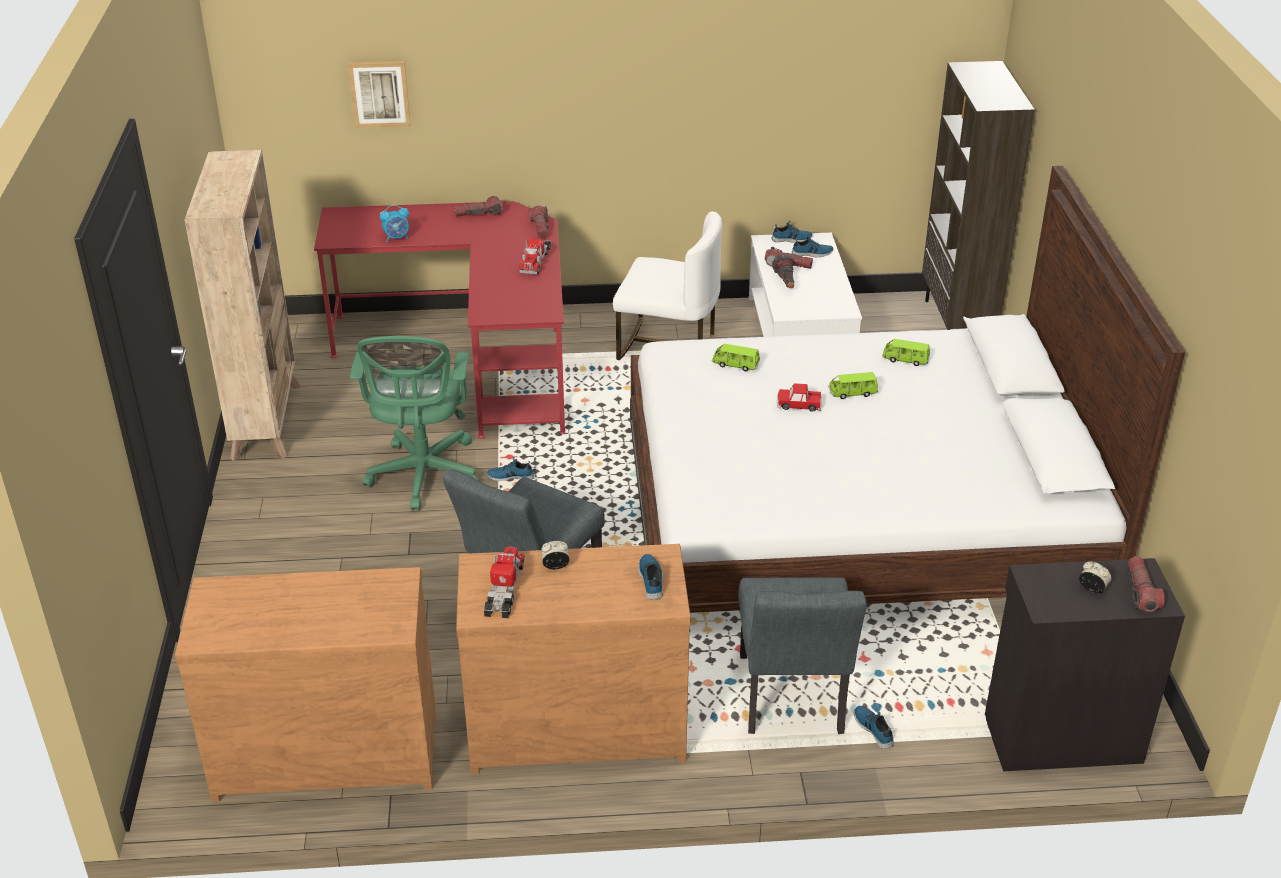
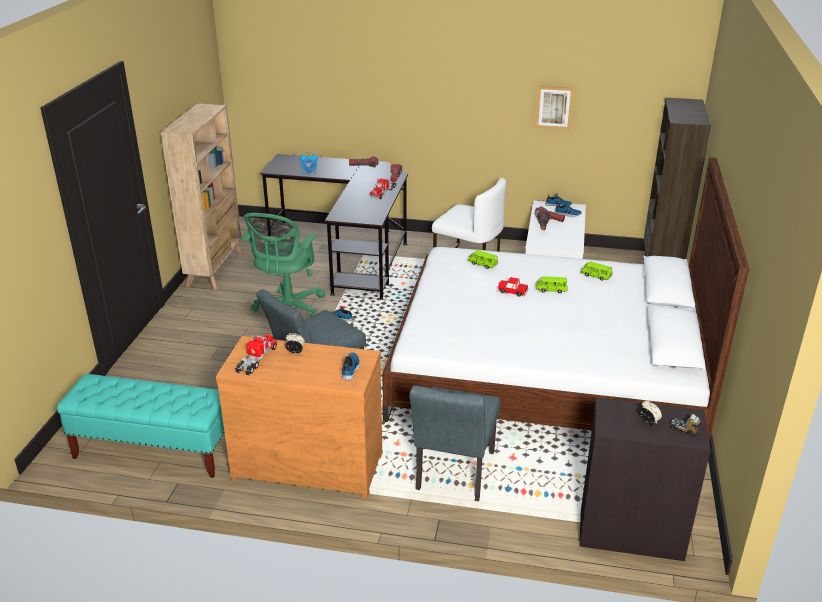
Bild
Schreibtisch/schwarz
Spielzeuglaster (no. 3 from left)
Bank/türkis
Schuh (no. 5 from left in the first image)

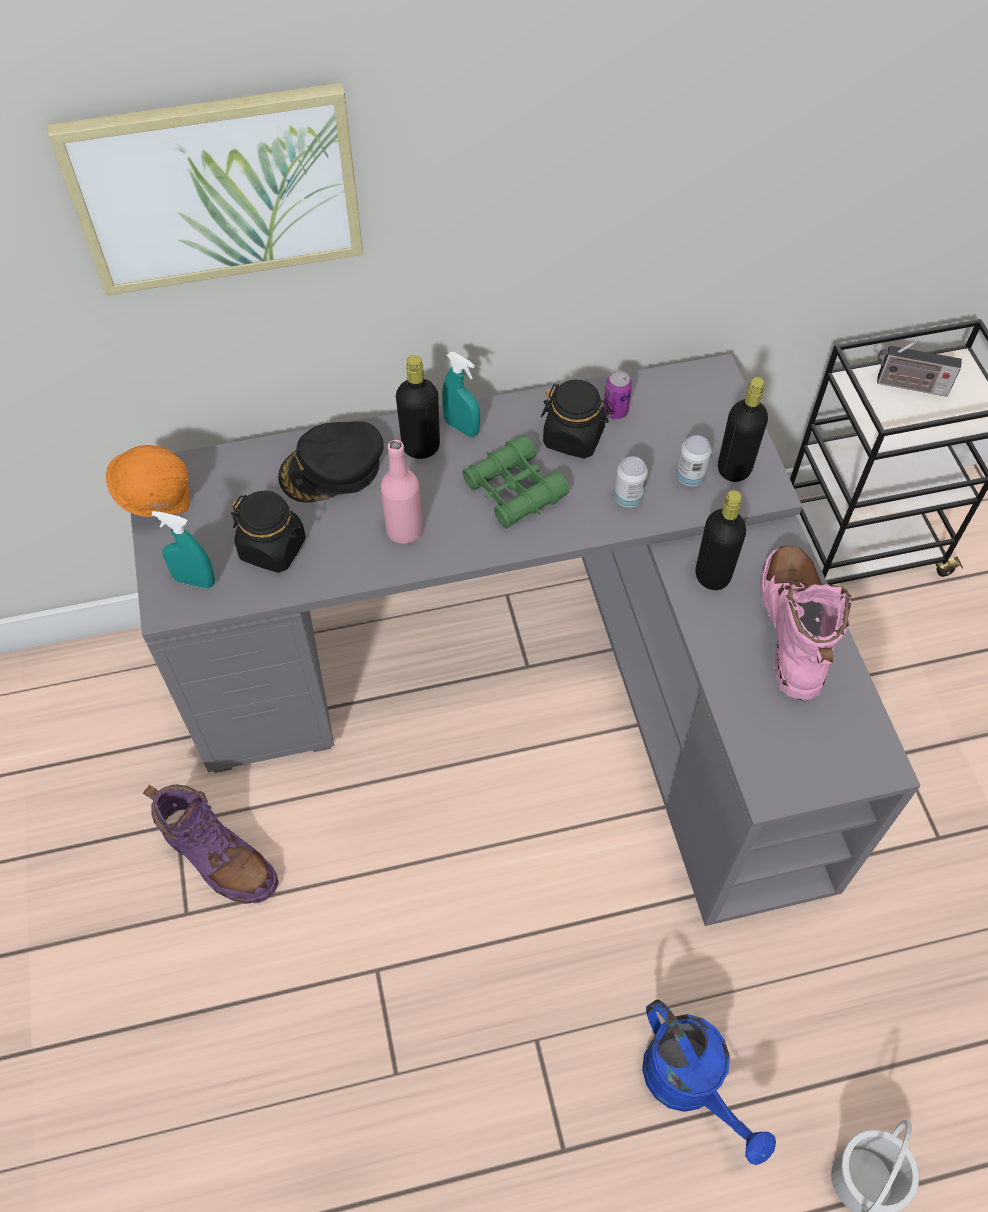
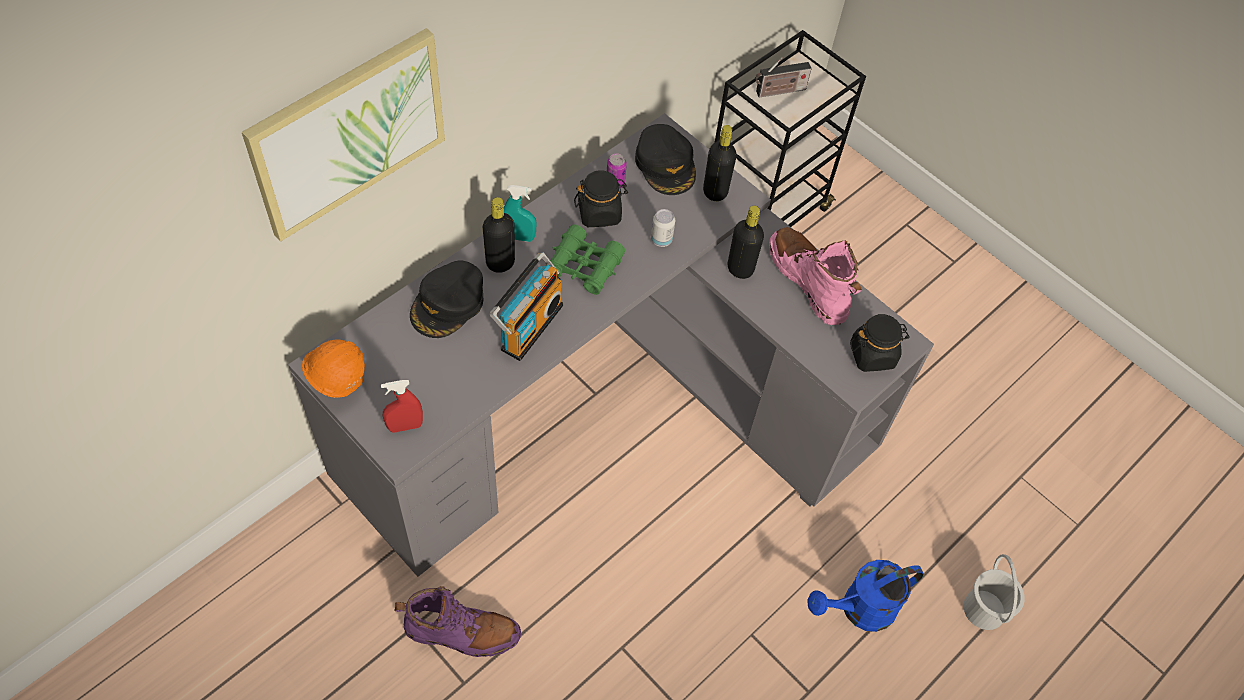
Dose (no. 3 from left in the first image)
Radio (no. 1 from left)
Vorratsglas/schwarz (no. 2 from left)
Sprühflasche/rot
Gießkanne/blau
Kappe/schwarz (no. 2 from left)

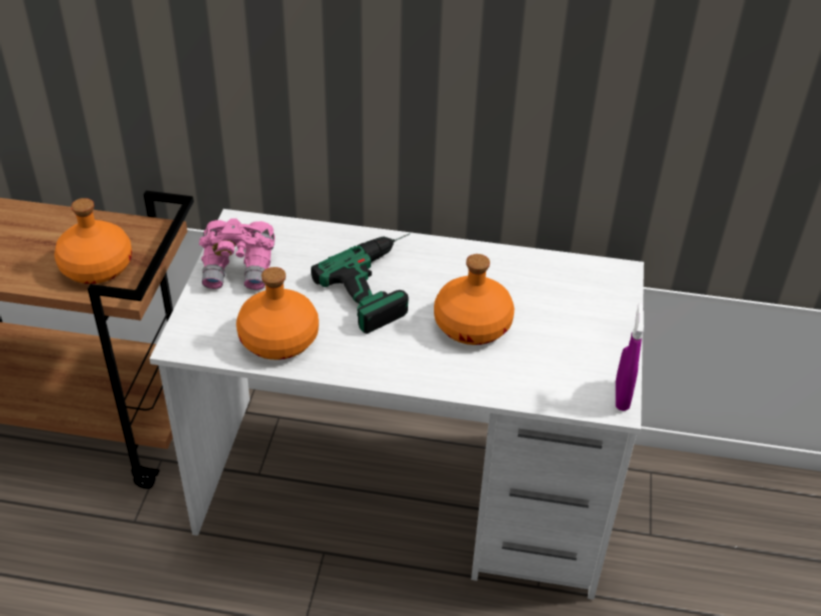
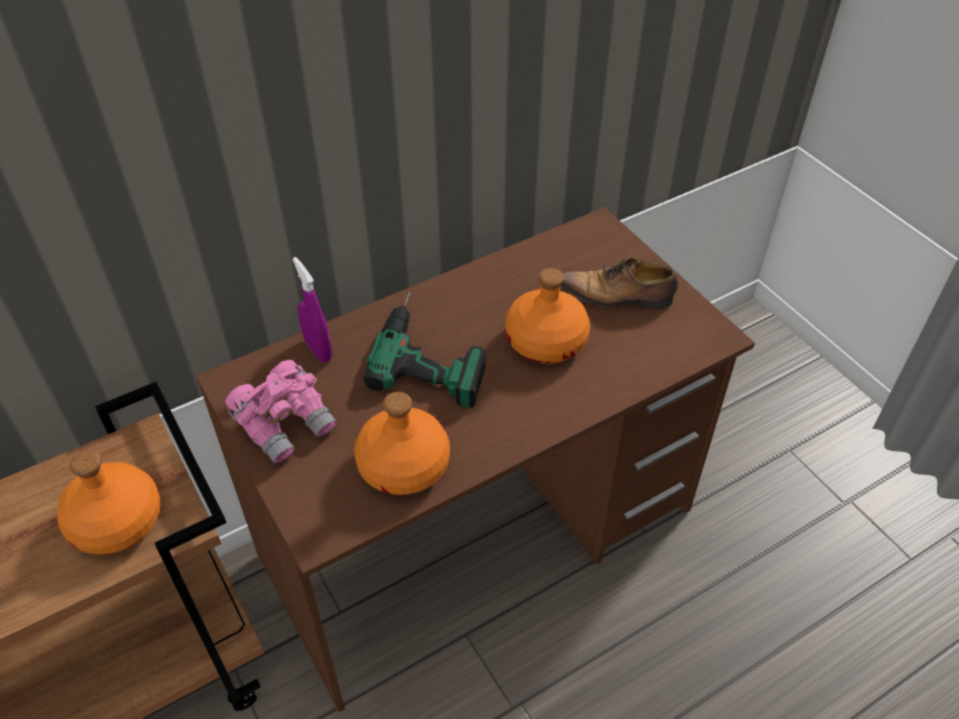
Schreibtisch/braun
Sprühflasche/lila
Schuh

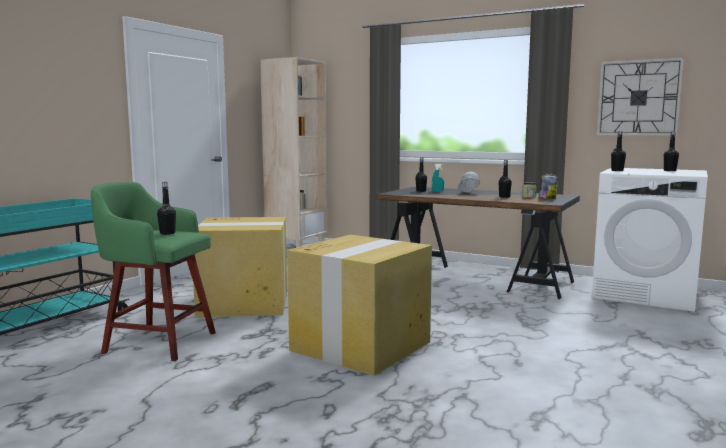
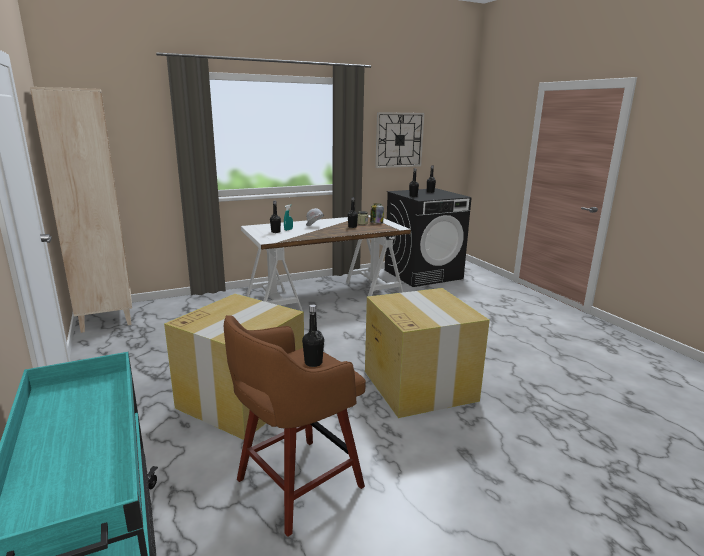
Waschmaschine/schwarz
Hocker/braun
Schreibtisch/weiß

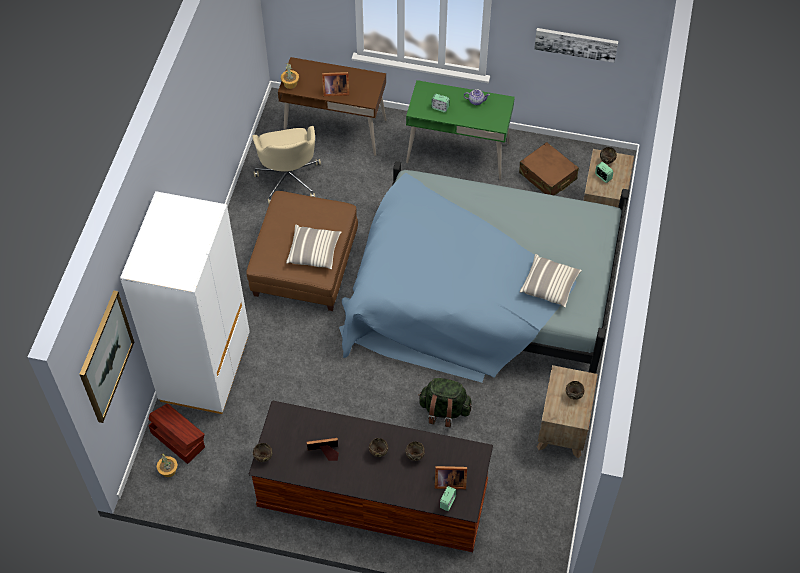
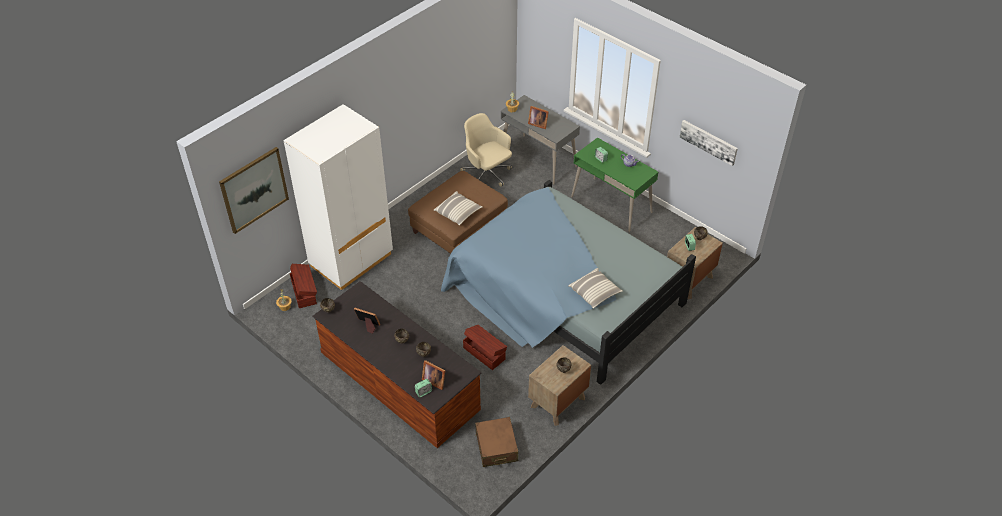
Schreibtisch/grau
Bürostuhl/beige
Koffer/braun
Aufbewahrungsbox/braun (no. 2 from left)

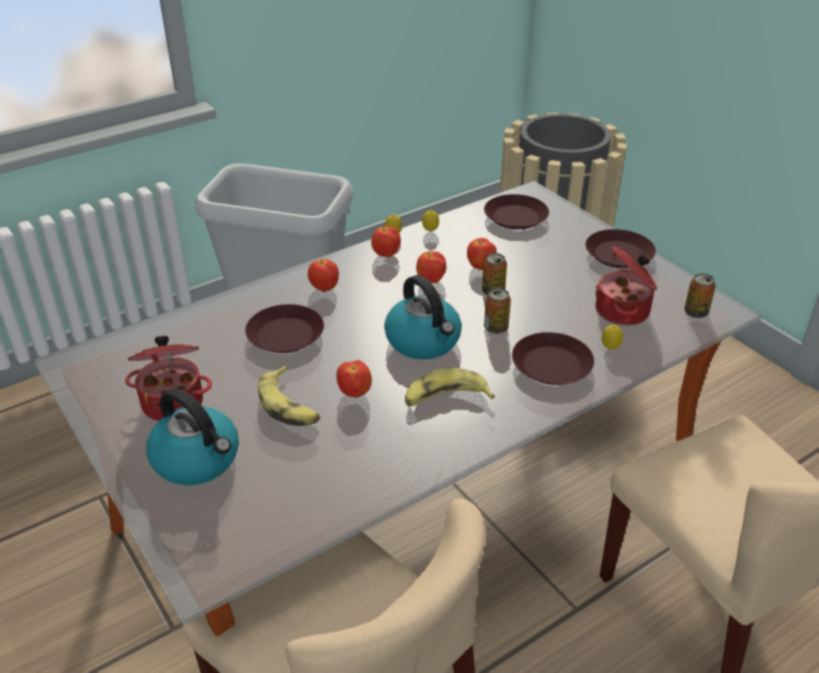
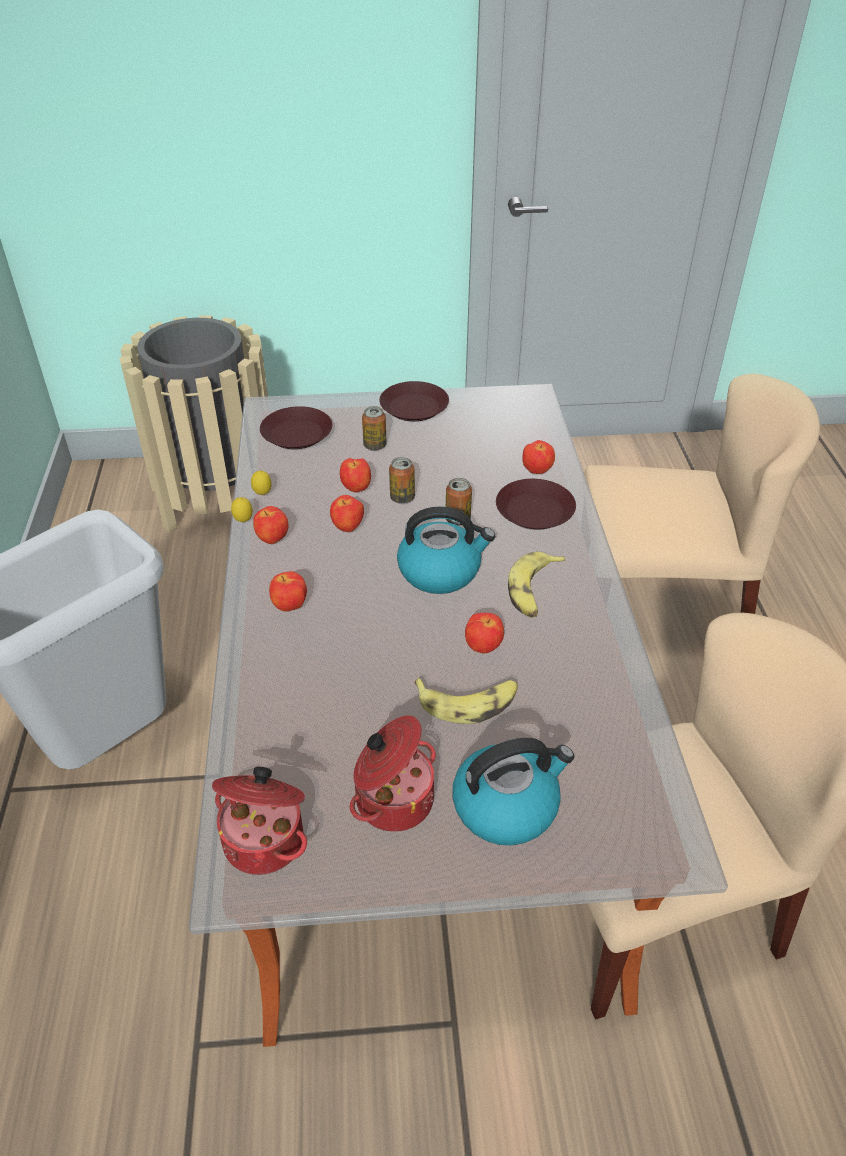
Kochtopf (no. 1 from left)
Dose (no. 1 from left)
Teller/braun (no. 1 from left in the first image)
Apfel (no. 6 from left)

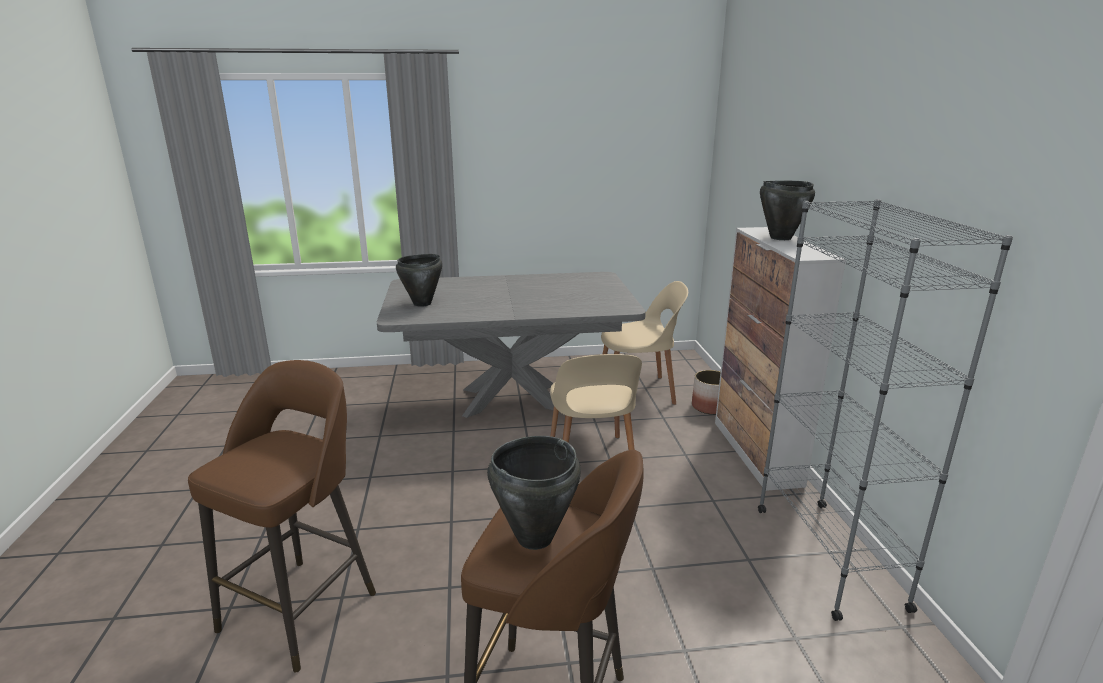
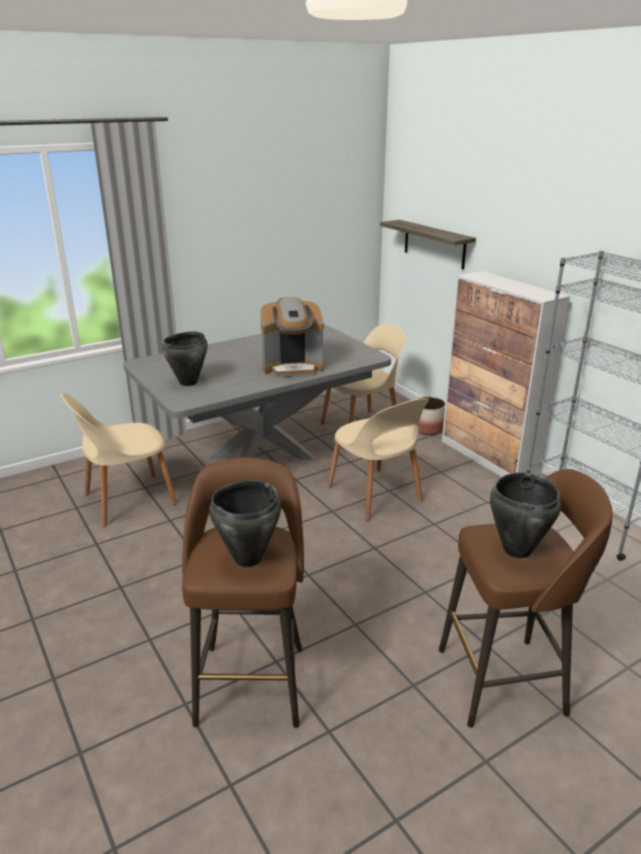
Kochtopf/schwarz (no. 2 from left)
Wandregal
Kaffeemaschine
Stuhl/beige (no. 1 from left)

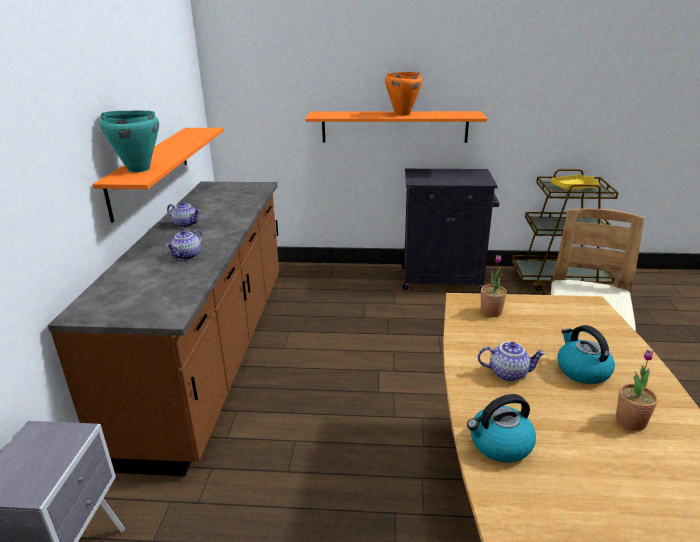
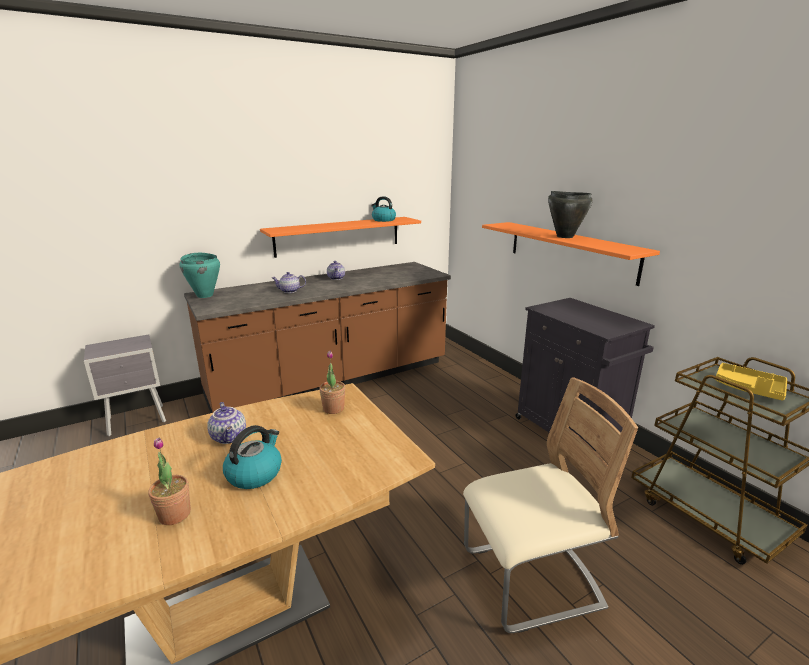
Kochtopf/schwarz
Kochtopf/türkis
Wasserkessel (no. 2 from left)

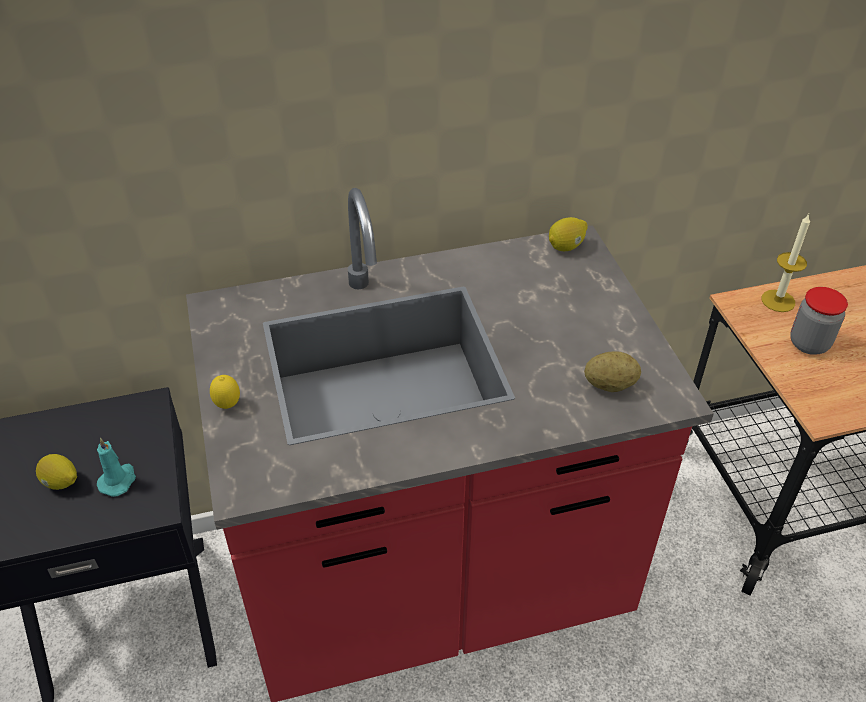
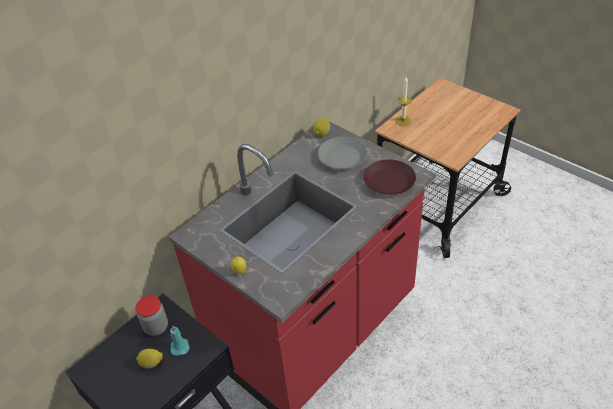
Vorratsglas
Teller/braun
Teller/grau

